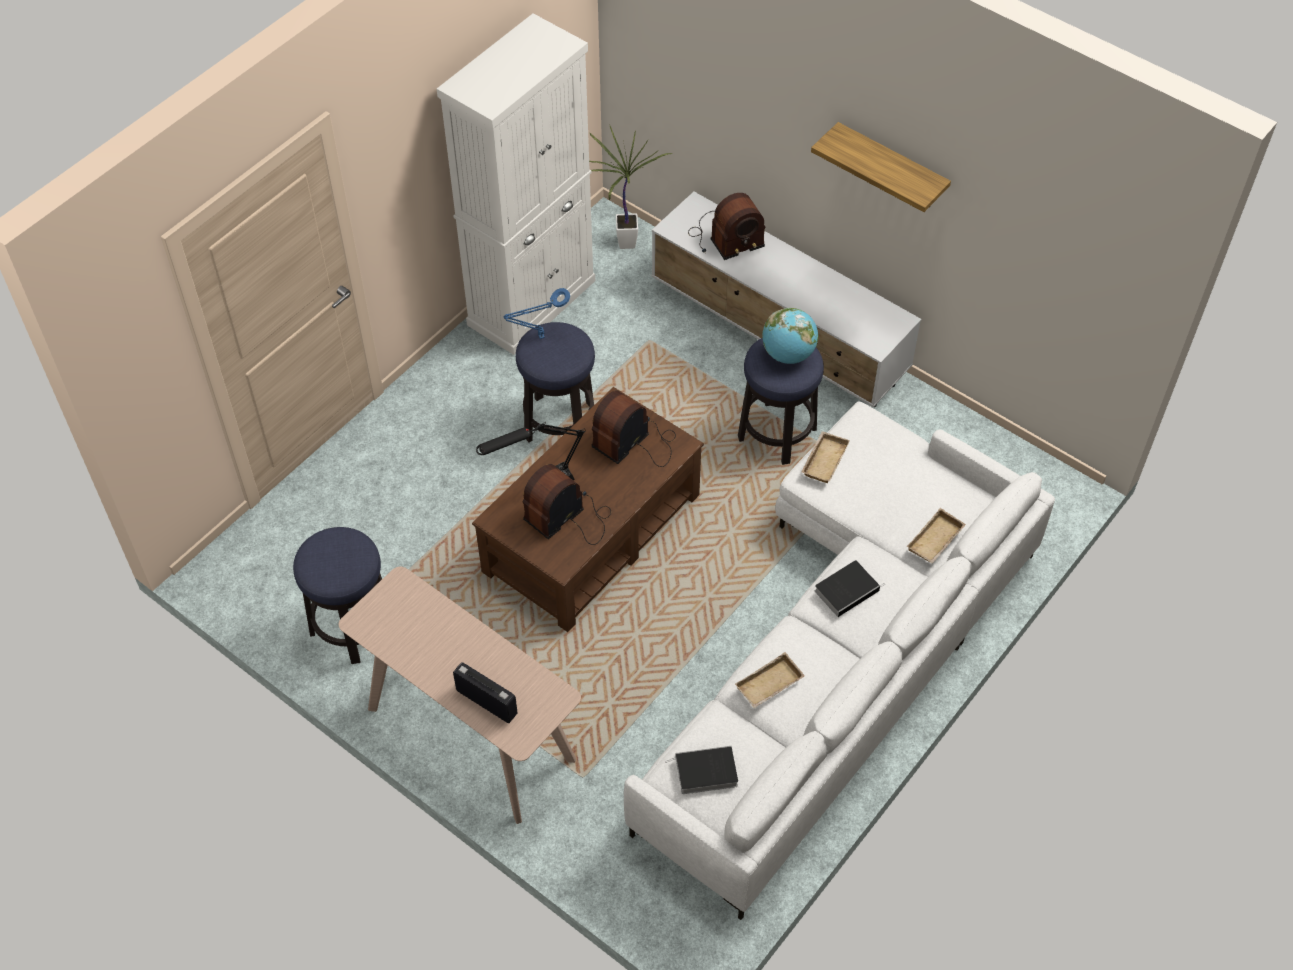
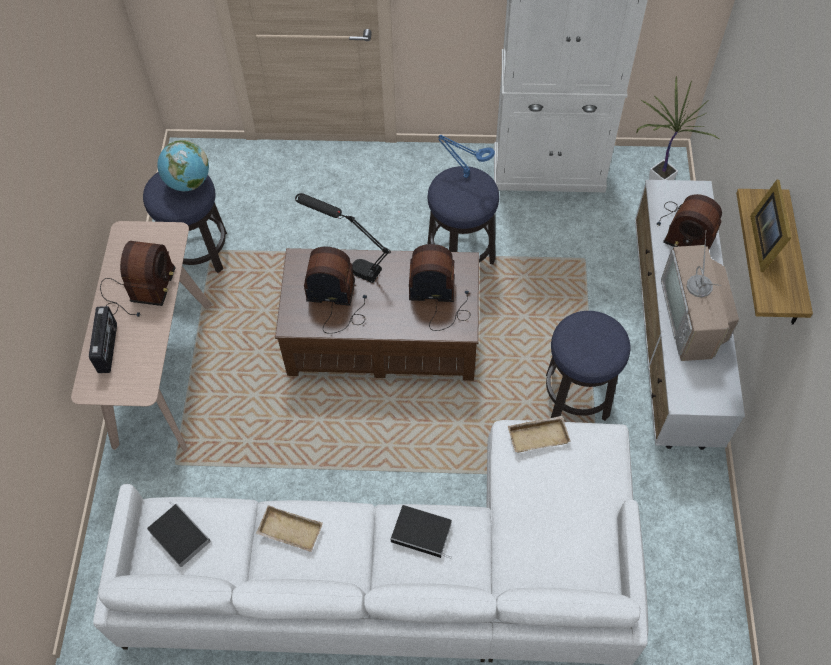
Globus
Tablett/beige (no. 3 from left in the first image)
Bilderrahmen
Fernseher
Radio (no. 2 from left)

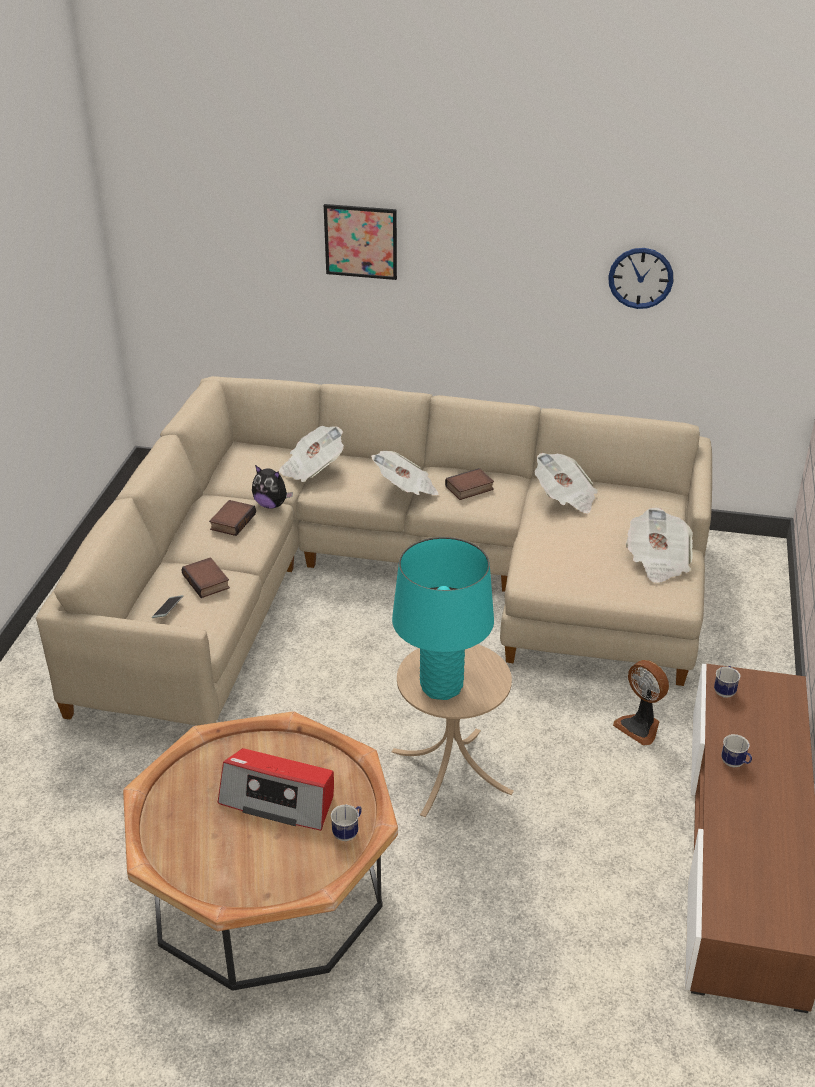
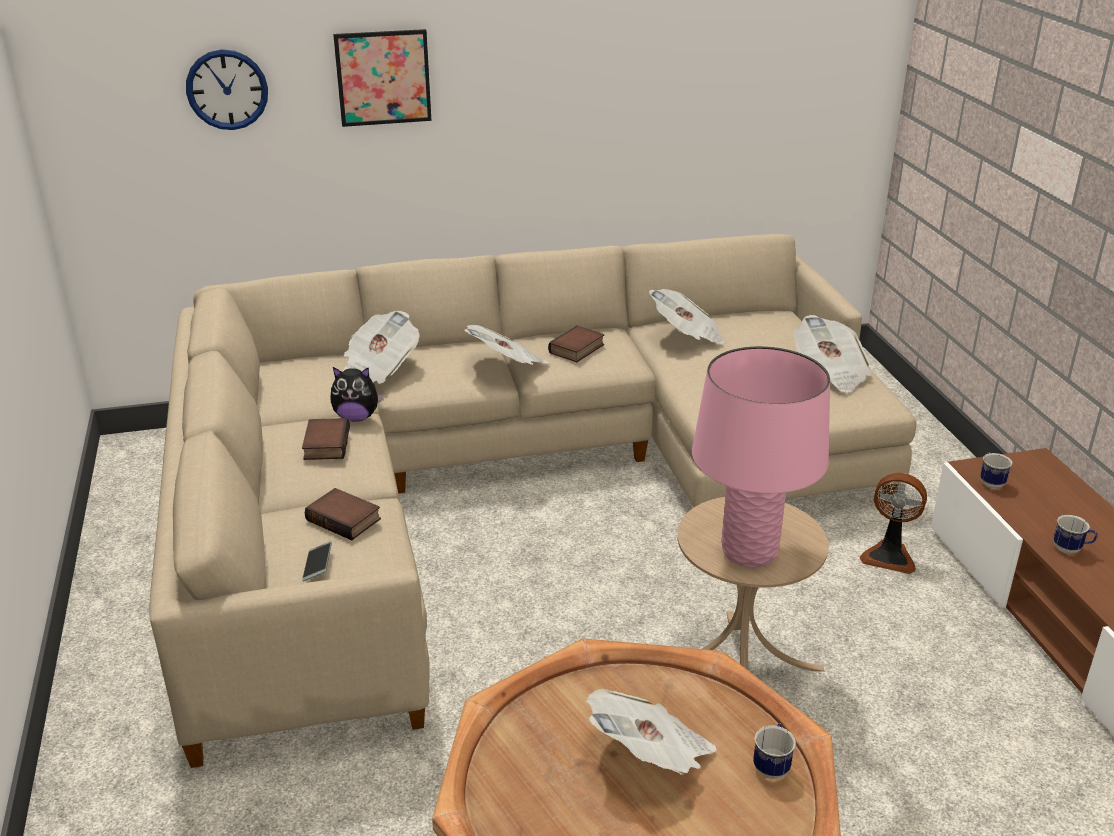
Wanduhr
Tischlampe/rosa
Zeitung (no. 3 from left)

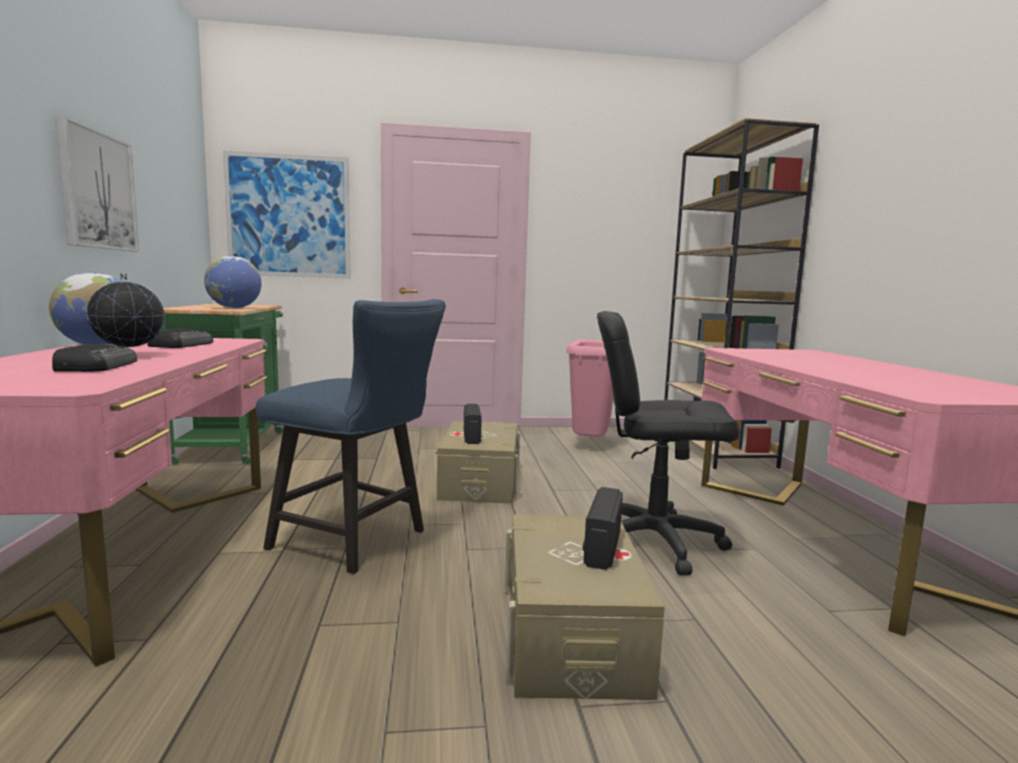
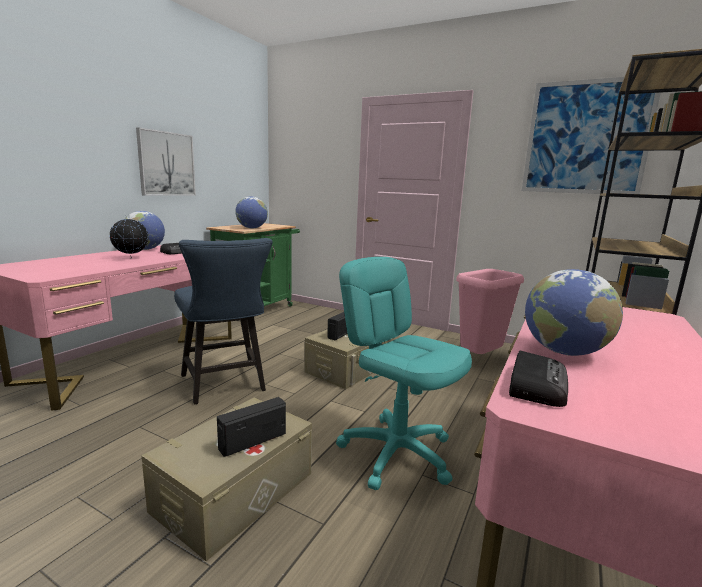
Bild (no. 2 from left)
Bürostuhl/türkis
Radio (no. 4 from left)
Globus (no. 4 from left)

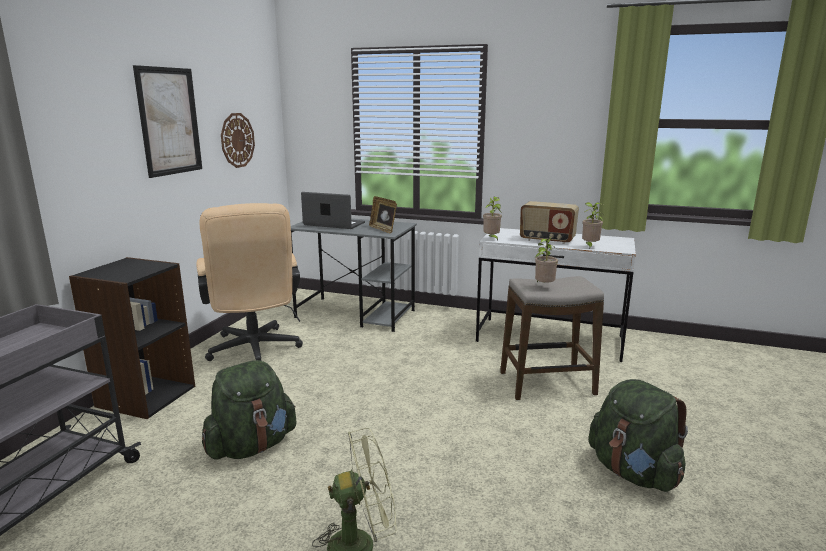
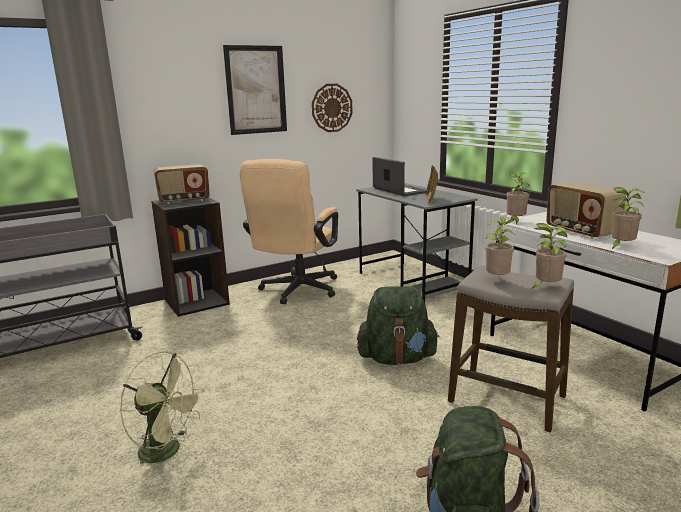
Rucksack/grün (no. 1 from left)
Radio (no. 1 from left)
Topfpflanze (no. 3 from left)

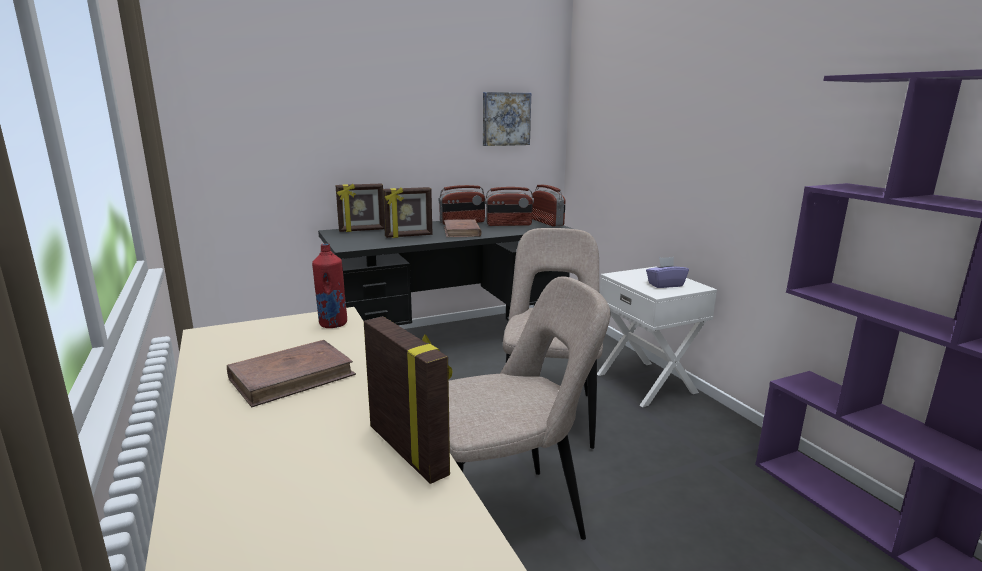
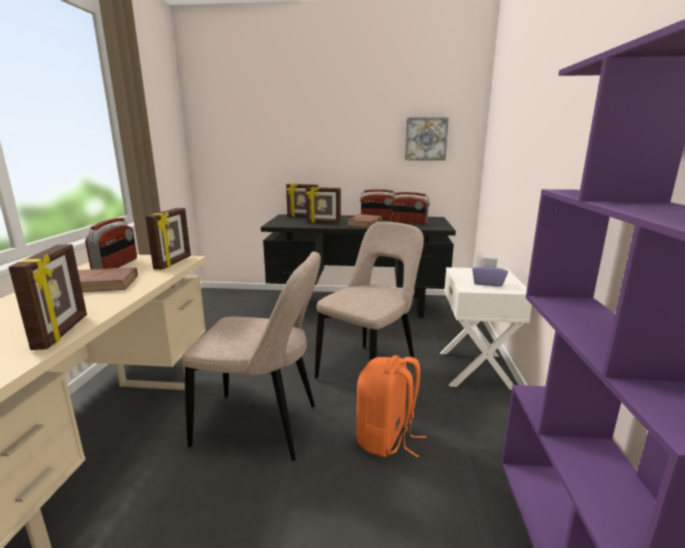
Radio (no. 1 from left)
Bilderrahmen (no. 2 from left)
Rucksack/orange

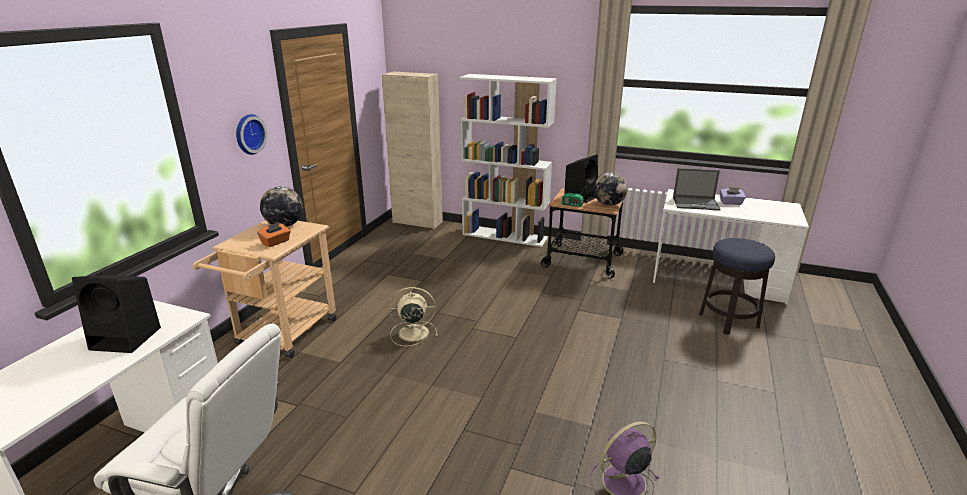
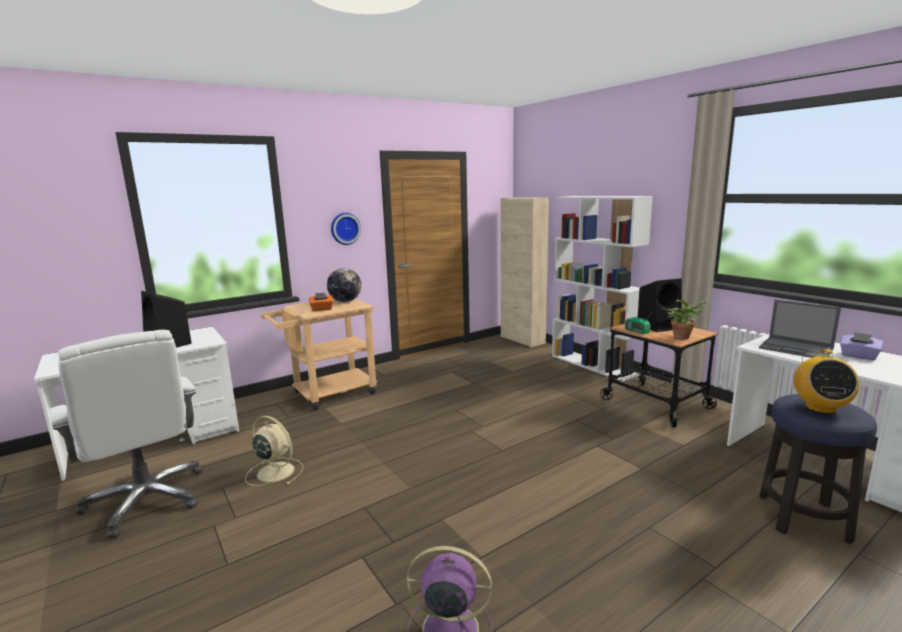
Topfpflanze
Ventilator/beige
Radio (no. 2 from left)

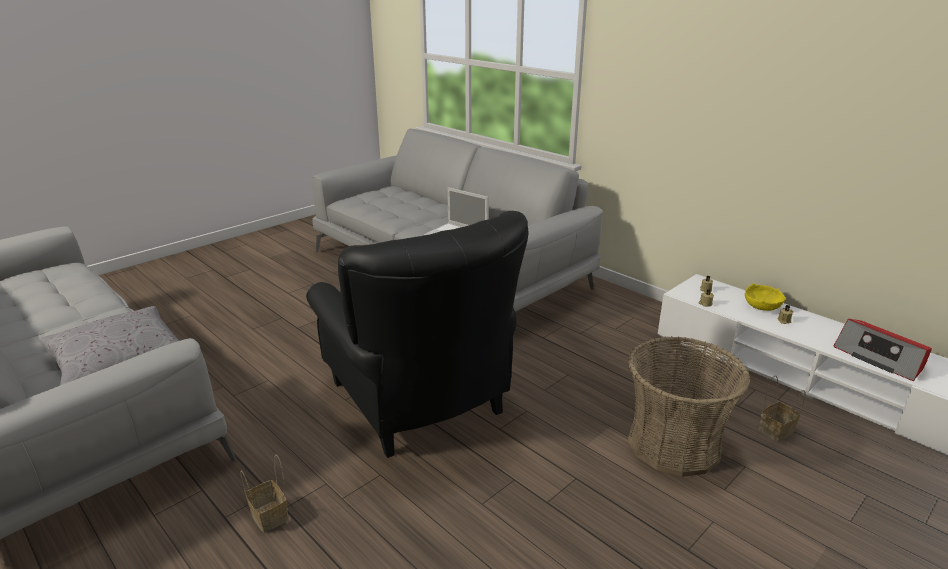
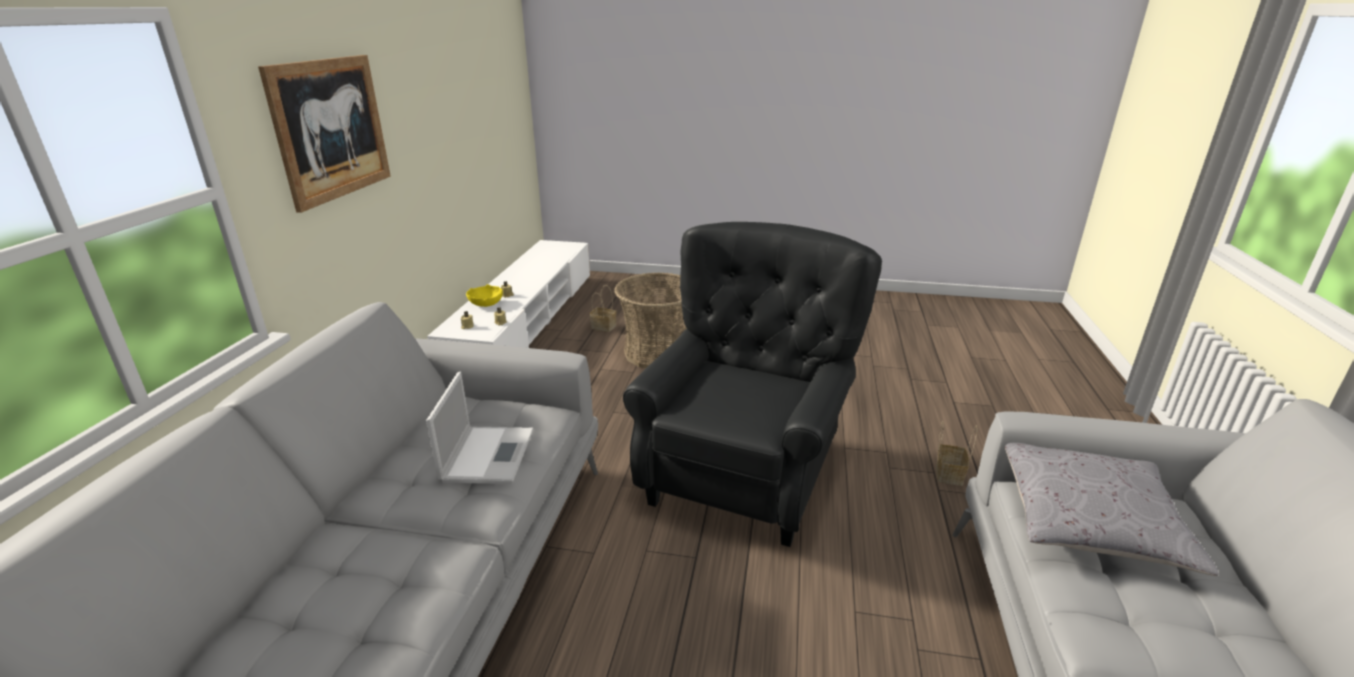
Radio
Bild

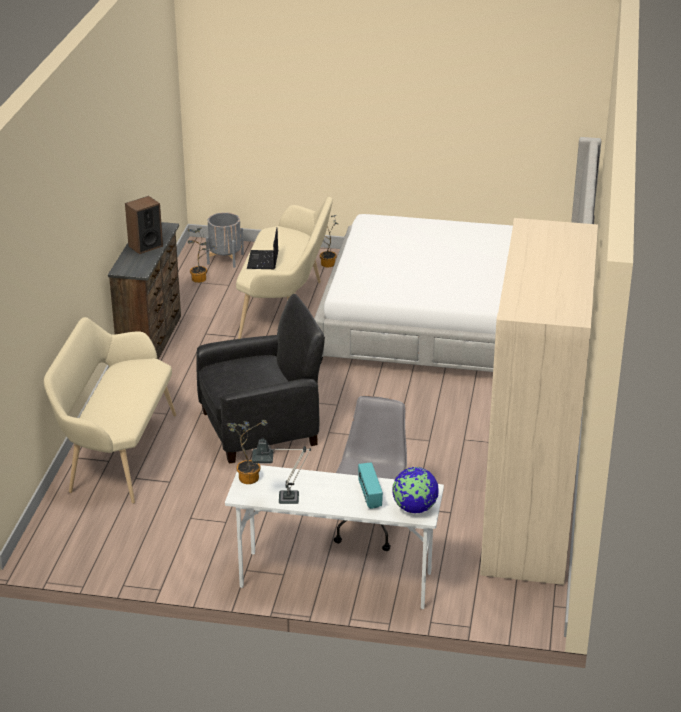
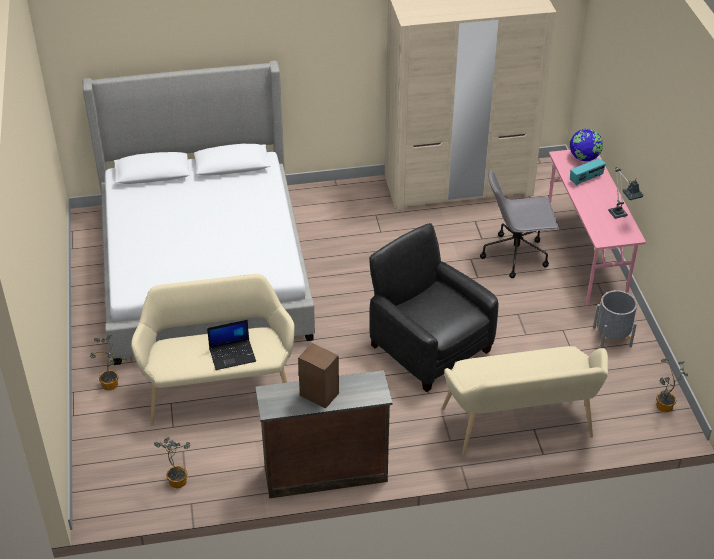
Pflanzkübel/grau
Topfpflanze (no. 3 from left)
Schreibtisch/rosa

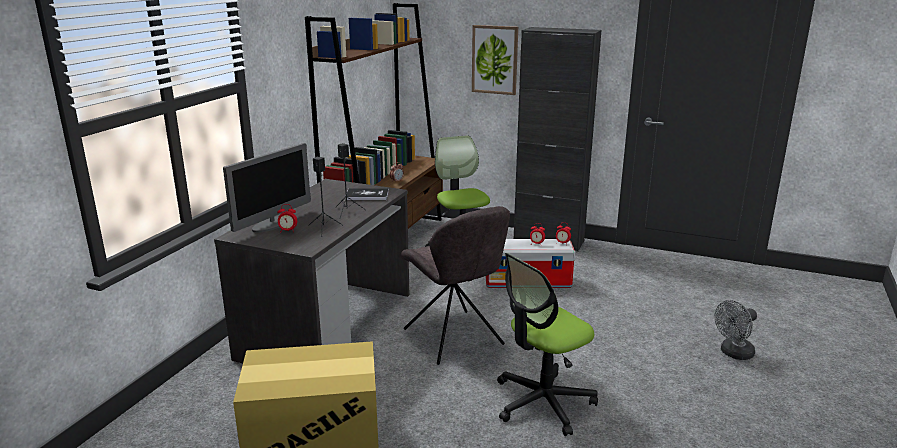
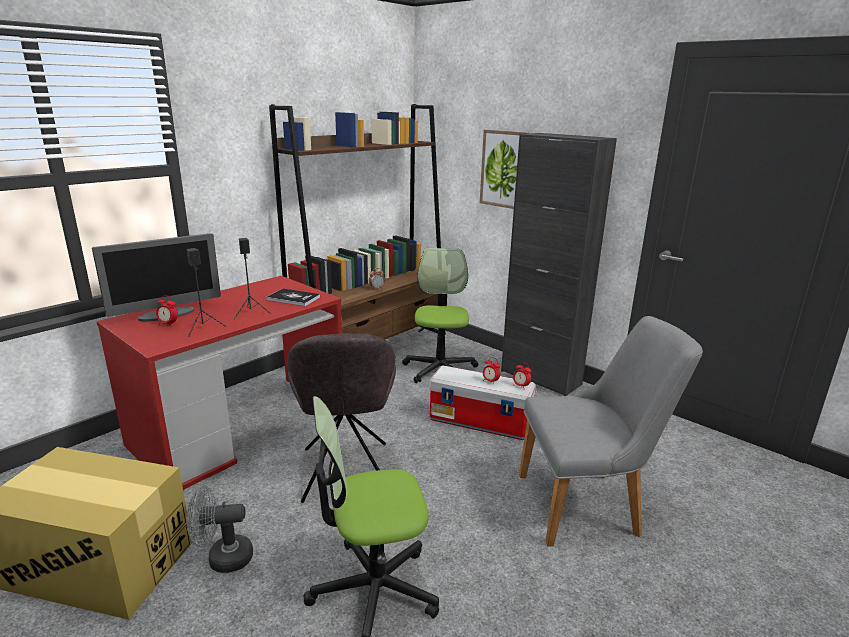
Schreibtisch/rot
Ventilator/grau
Stuhl/grau (no. 2 from left)

